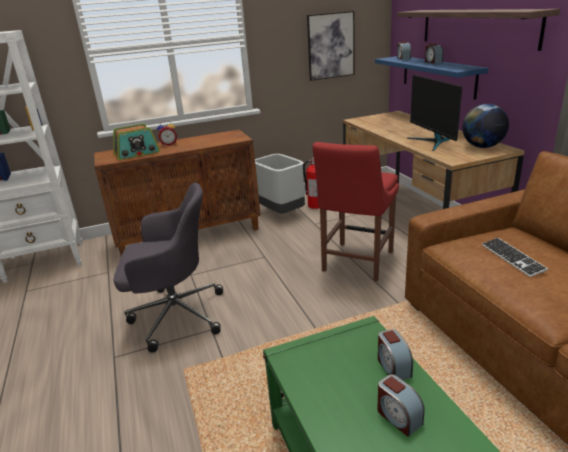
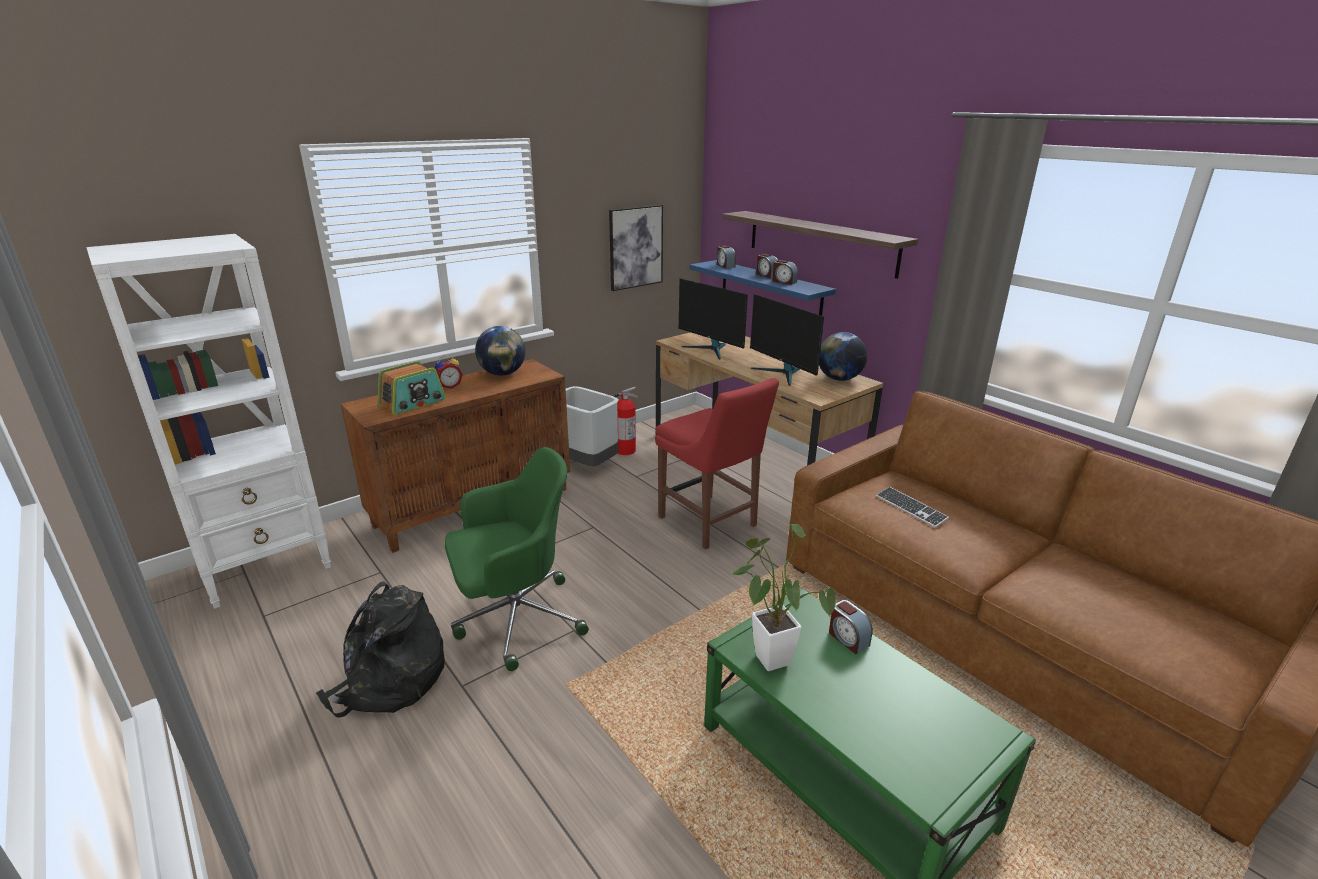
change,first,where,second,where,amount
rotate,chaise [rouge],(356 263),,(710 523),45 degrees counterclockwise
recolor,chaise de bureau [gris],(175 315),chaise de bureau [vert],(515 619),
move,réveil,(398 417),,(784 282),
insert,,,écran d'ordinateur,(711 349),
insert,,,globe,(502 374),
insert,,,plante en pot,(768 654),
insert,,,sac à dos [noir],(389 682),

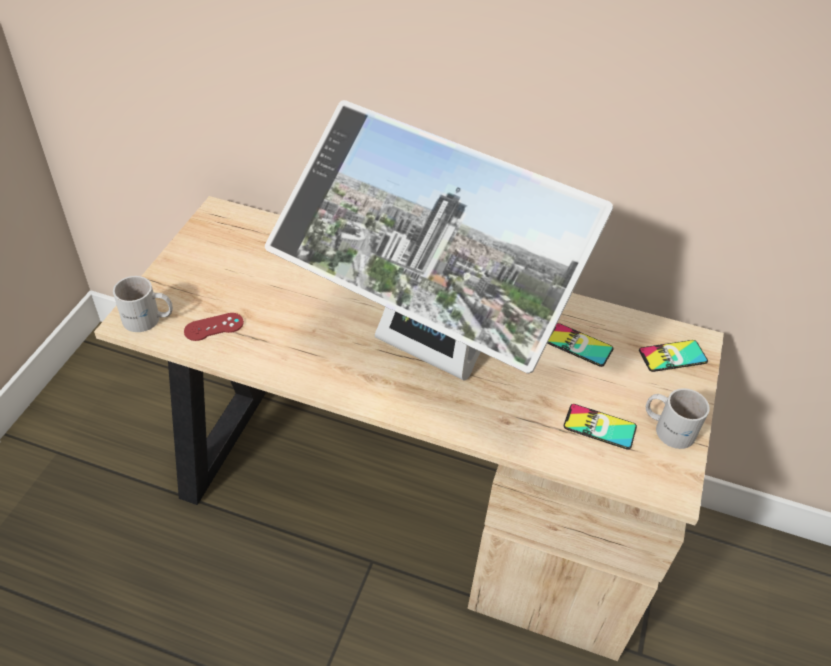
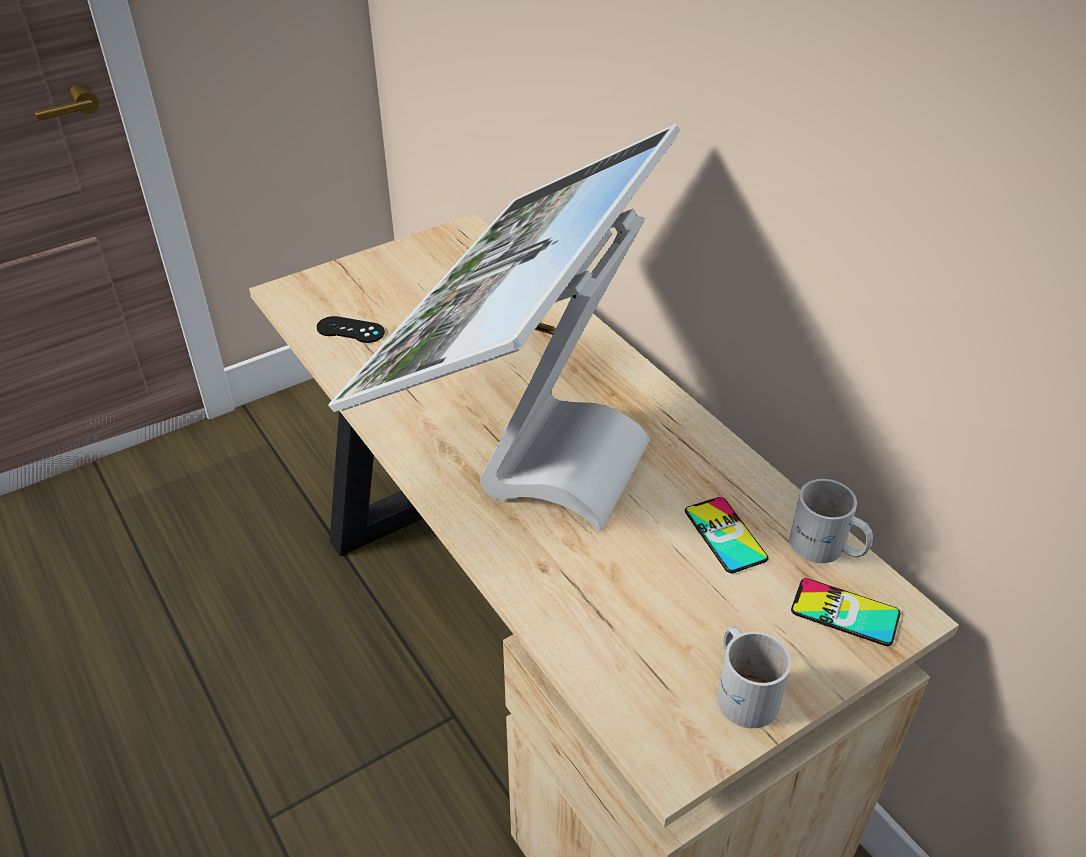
change,first,where,second,where,amount
rotate,écran d'ordinateur,(424 355),,(526 454),45 degrees clockwise
move,mug [blanc],(148 320),,(826 549),
recolor,manette [rouge],(214 327),manette [noir],(350 330),
delete,téléphone,(599 427),,,

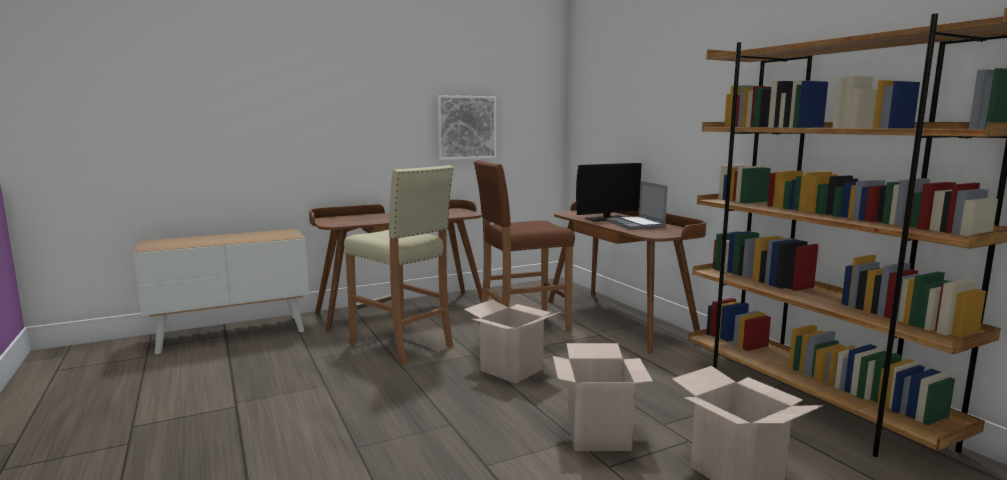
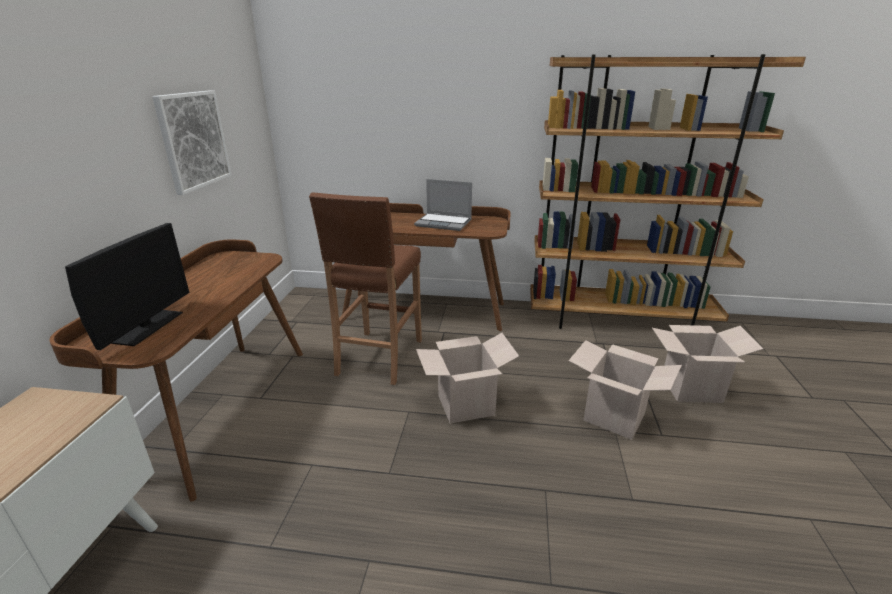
change,first,where,second,where,amount
move,écran d'ordinateur,(606 218),,(146 327),
delete,tabouret [beige],(402 345),,,

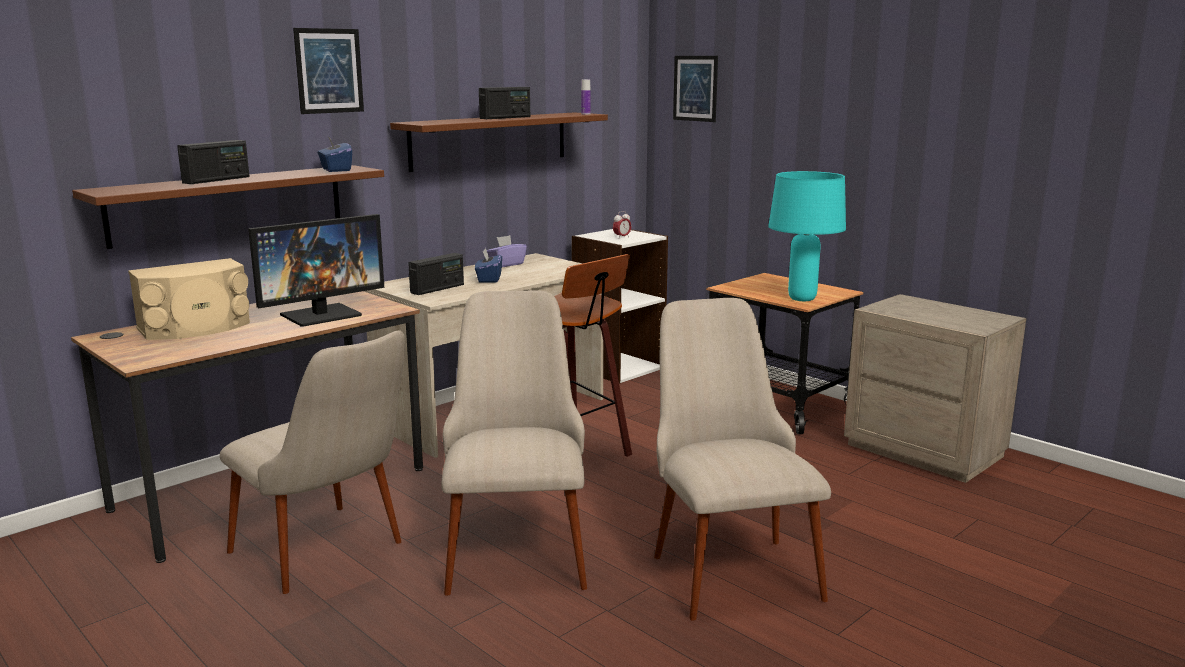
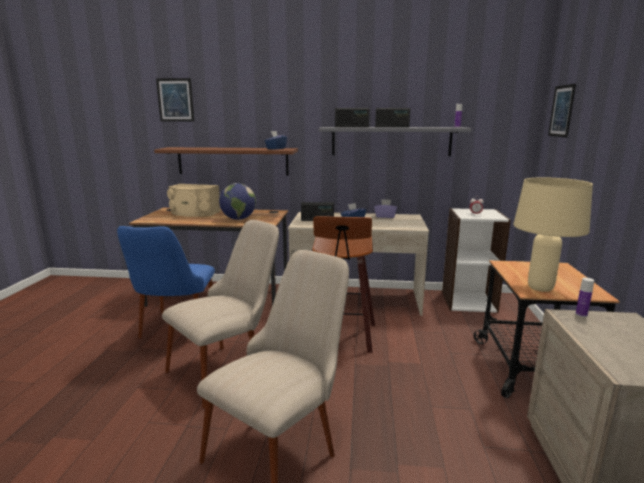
change,first,where,second,where,amount
move,tableau,(329 71),,(175 100),
recolor,étagère [marron],(490 140),étagère [gris],(391 141),
move,radio,(217 180),,(351 127),
recolor,lampe de table [turquoise],(801 299),lampe de table [beige],(539 288),
replace,écran d'ordinateur,(321 315),globe,(238 219),
recolor,chaise [beige],(331 557),chaise [bleu],(176 332),
insert,,,bouteille,(581 314),

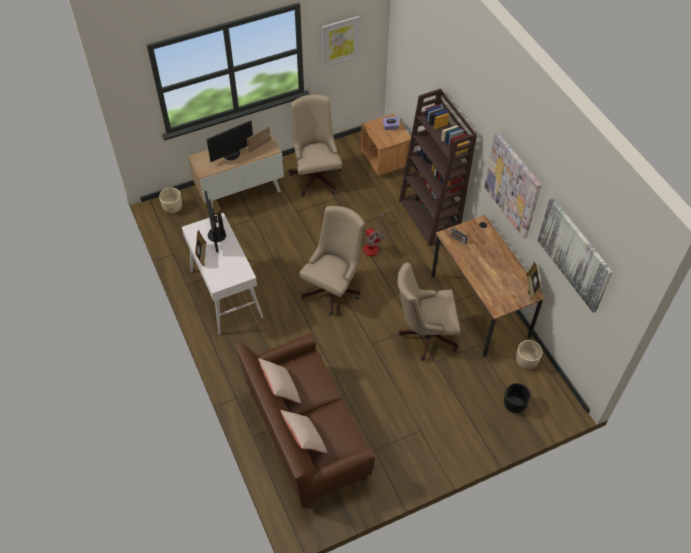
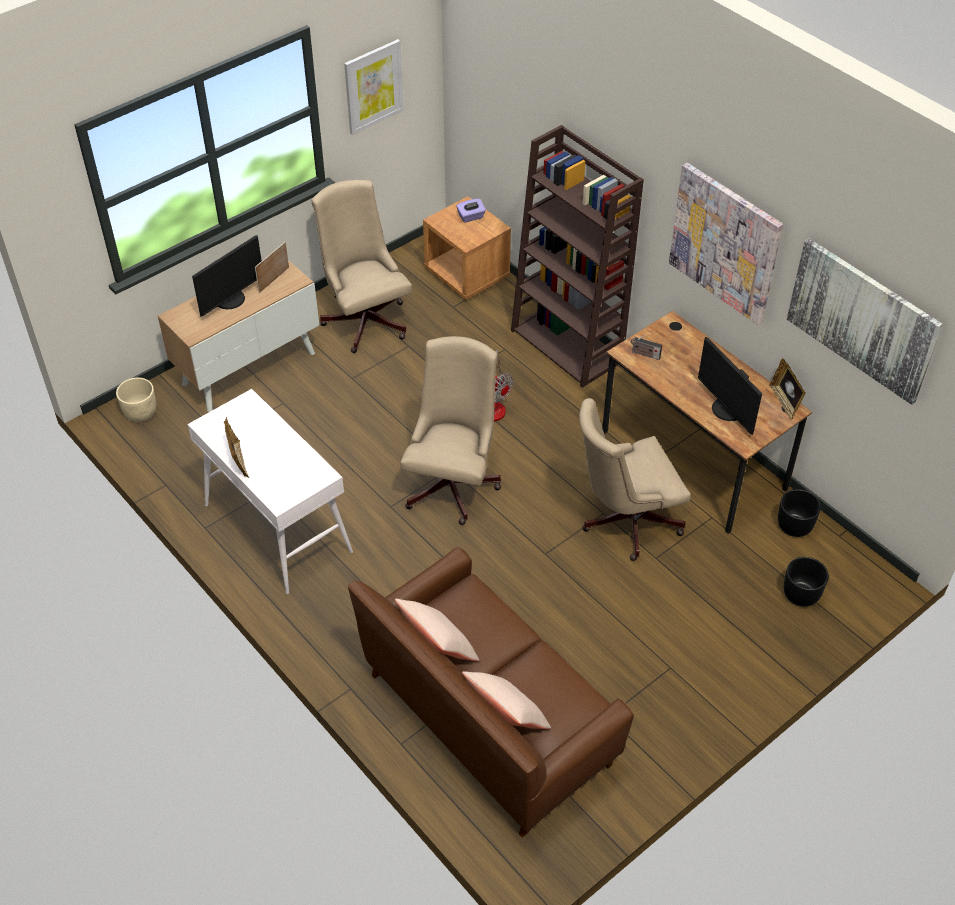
change,first,where,second,where,amount
move,écran d'ordinateur,(216 235),,(726 410),
recolor,cache-pot [beige],(526 361),cache-pot [noir],(795 526),

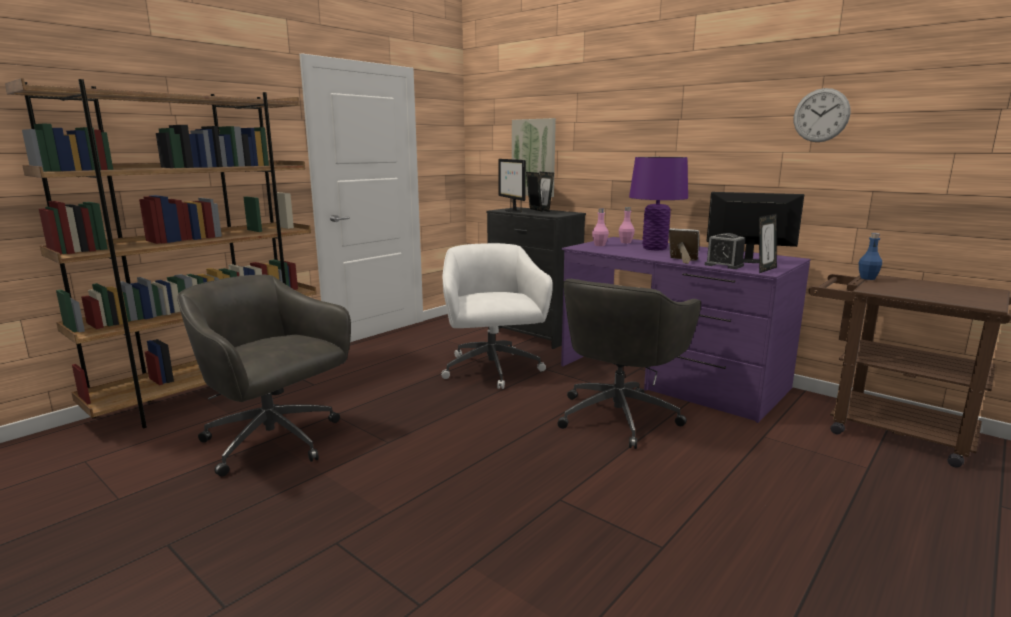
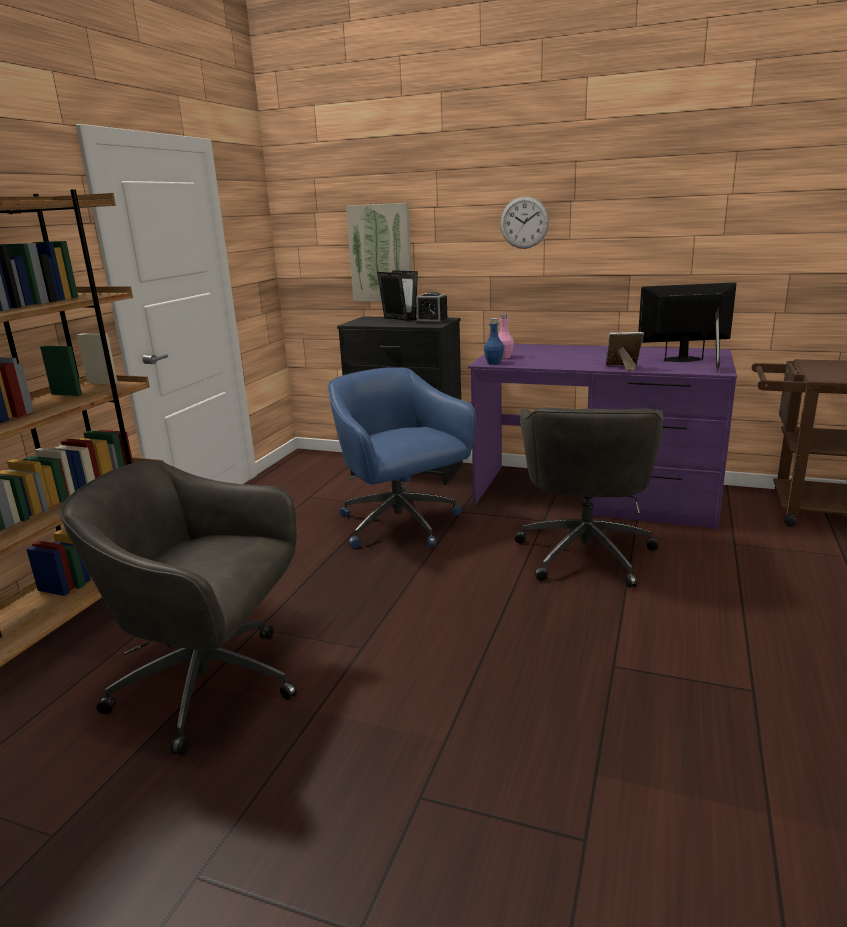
change,first,where,second,where,amount
move,horloge murale,(821 115),,(524 222),
delete,lampe de table [violet],(655 248),,,
delete,écran d'ordinateur,(512 211),,,
delete,bouteille [rose],(625 242),,,
move,réveil,(724 265),,(432 322),
move,bouteille [bleu],(867 278),,(494 363),
recolor,chaise de bureau [blanc],(492 370),chaise de bureau [bleu],(401 525),

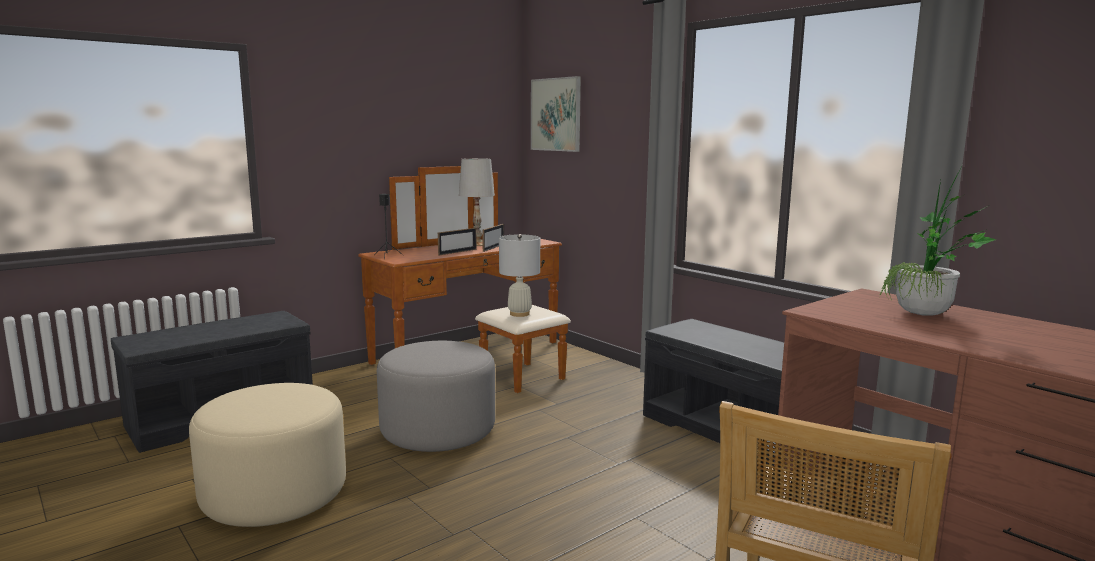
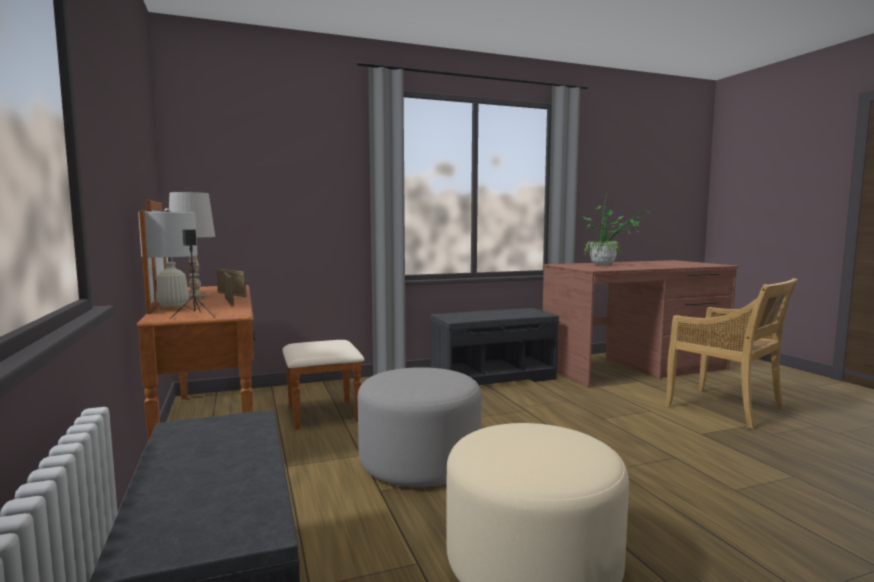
change,first,where,second,where,amount
delete,tableau,(556 114),,,
move,lampe de table [blanc],(519 314),,(173 308),

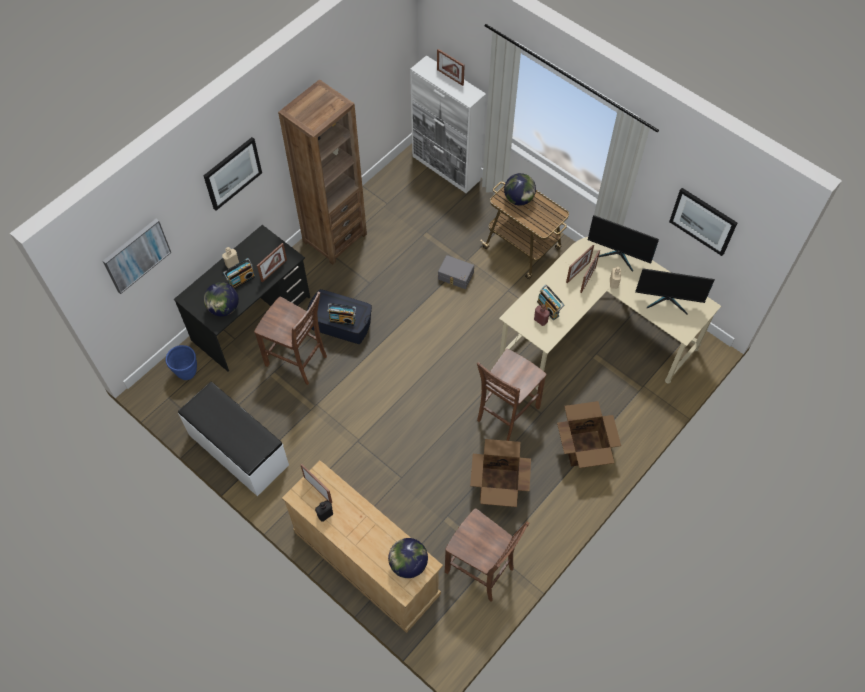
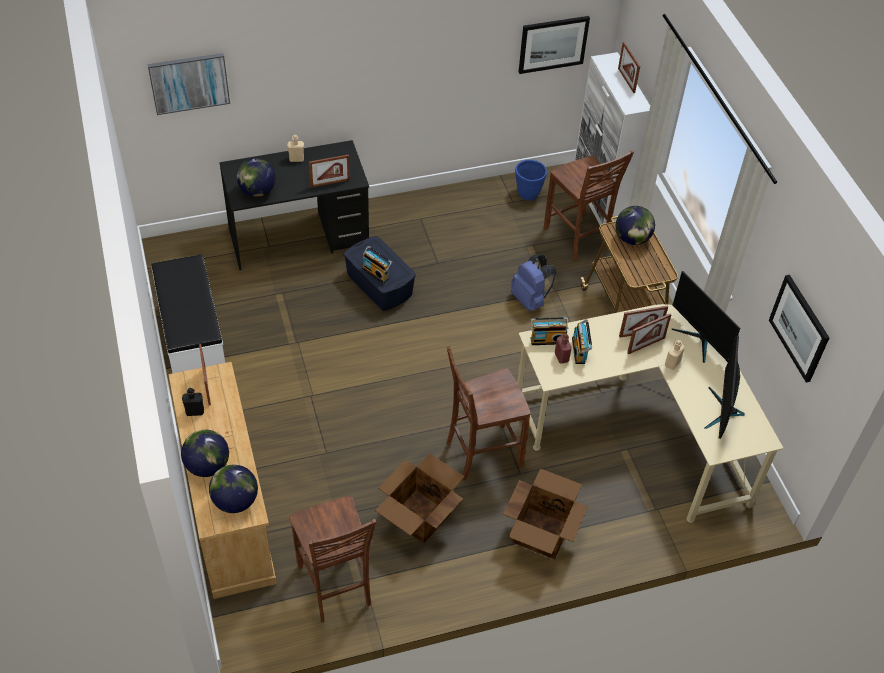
change,first,where,second,where,amount
delete,bibliothèque [marron],(334 238),,,
move,tableau,(232 173),,(553 44),
replace,boîte de rangement [gris],(455 276),sac à dos [bleu],(530 300),
move,radio,(241 280),,(547 339),
rotate,écran d'ordinateur,(668 300),,(722 411),60 degrees clockwise
move,chaise [marron],(297 361),,(577 239),
move,cache-pot [bleu],(187 372),,(528 194),
insert,,,globe,(207 466),

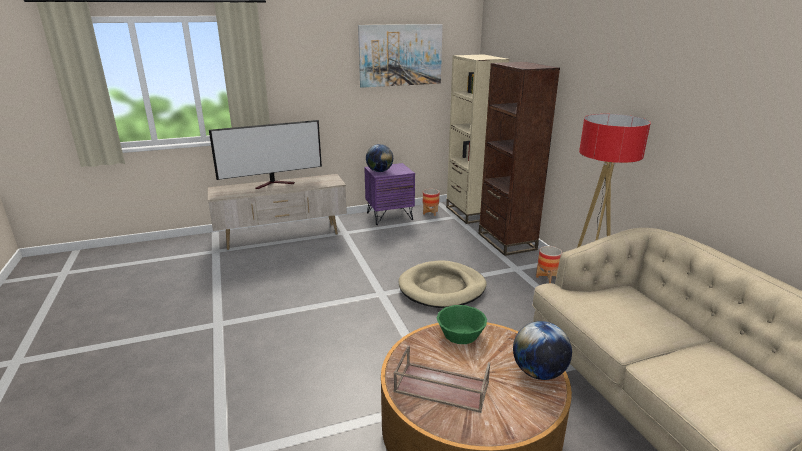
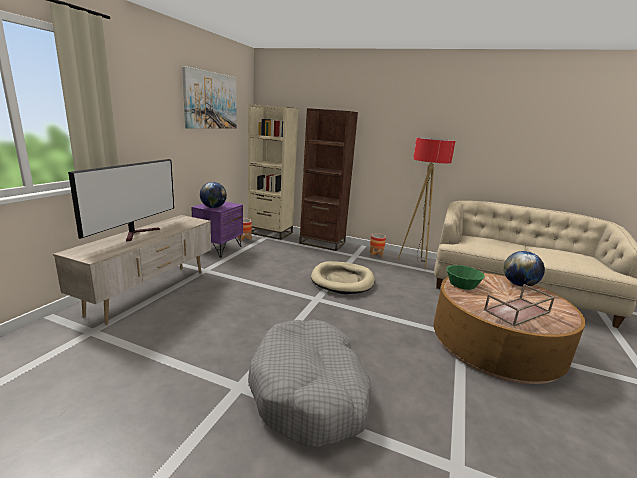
change,first,where,second,where,amount
insert,,,panier pour chien [gris],(310 391),

